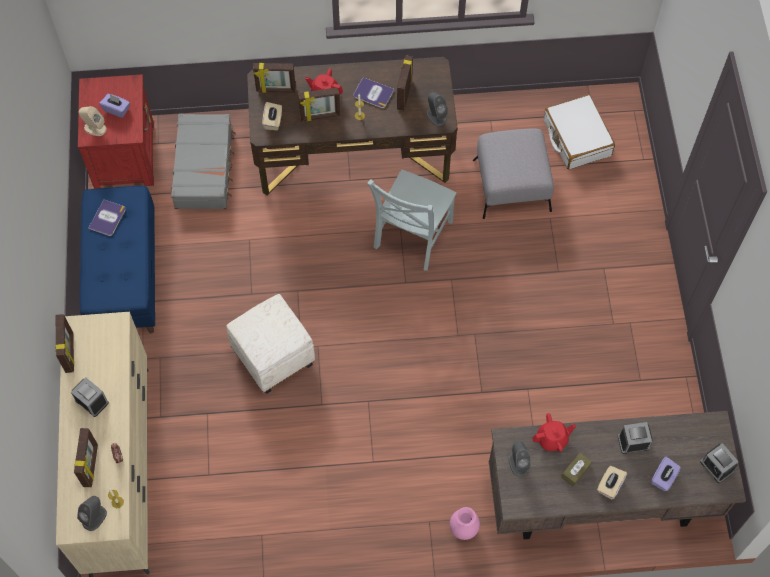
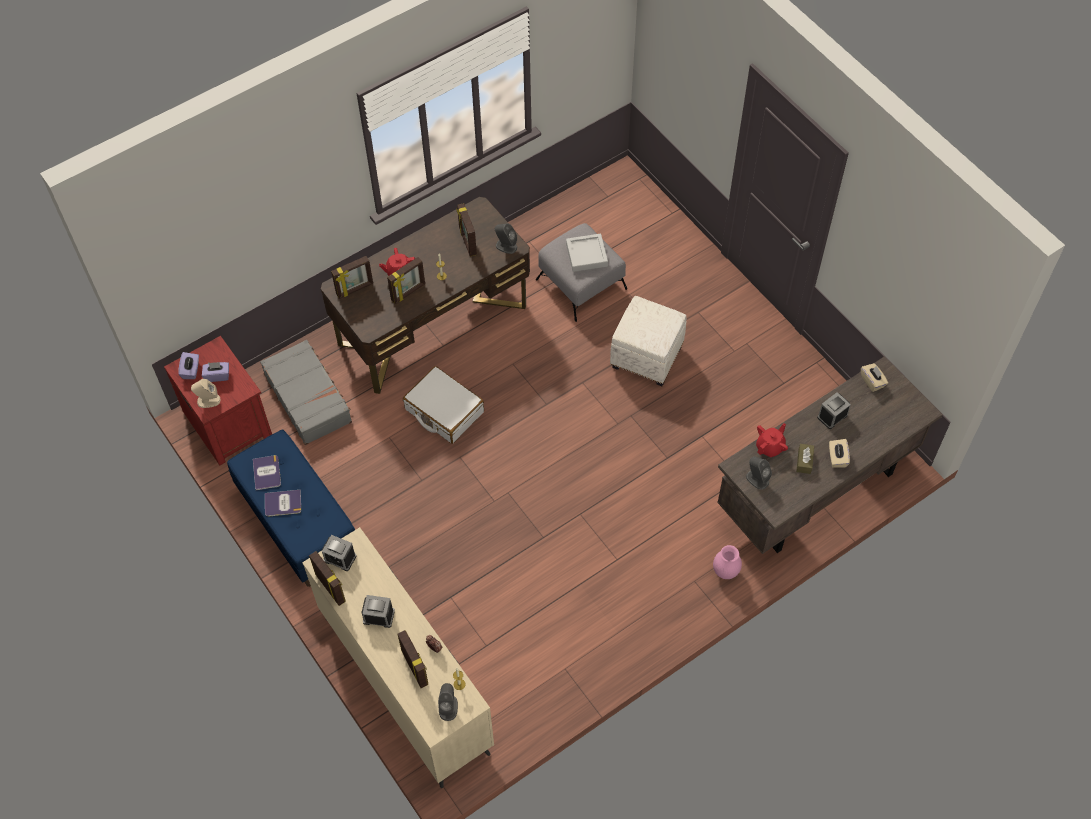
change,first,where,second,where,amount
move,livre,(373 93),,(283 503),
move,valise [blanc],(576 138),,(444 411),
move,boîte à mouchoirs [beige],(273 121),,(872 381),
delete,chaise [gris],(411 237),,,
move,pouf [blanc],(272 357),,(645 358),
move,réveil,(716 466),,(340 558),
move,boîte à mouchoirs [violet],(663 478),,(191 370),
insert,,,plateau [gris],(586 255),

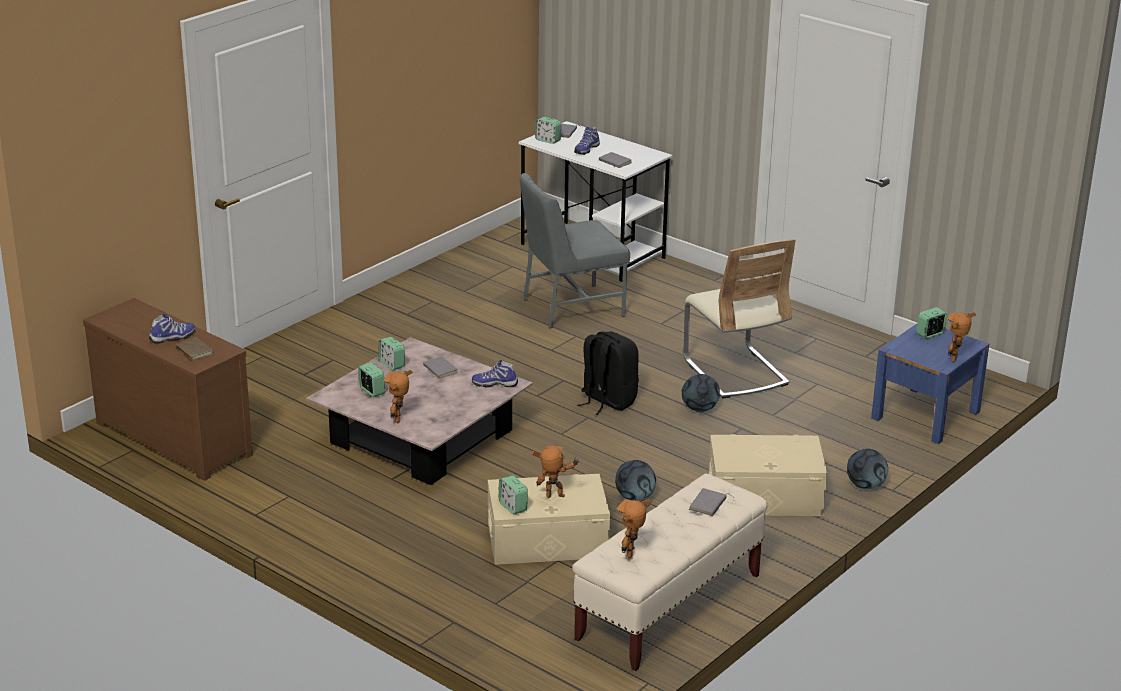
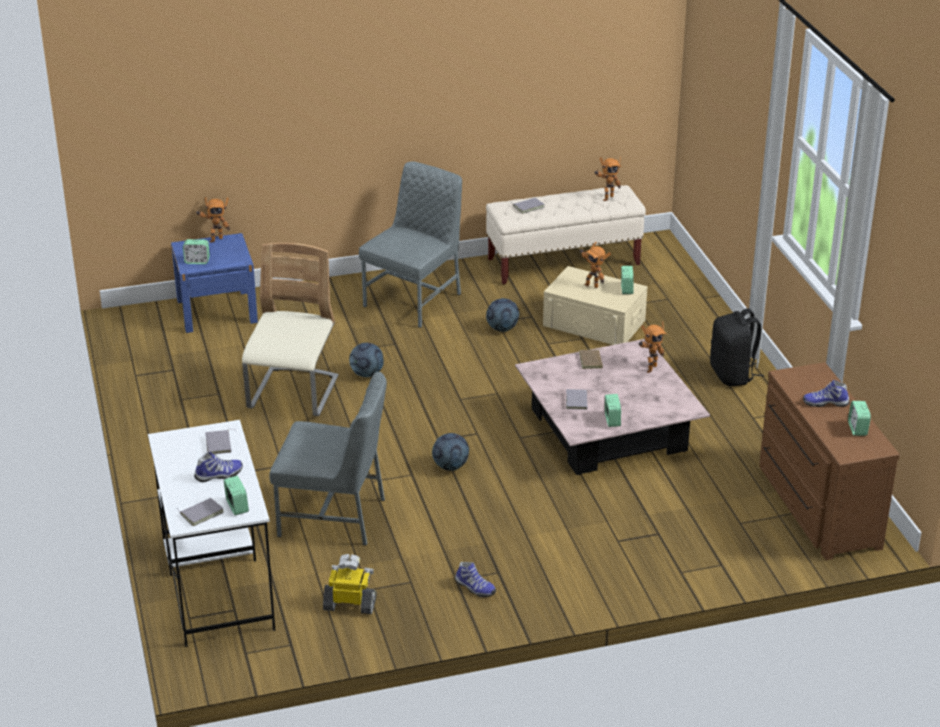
change,first,where,second,where,amount
move,sac à dos [noir],(607 401),,(733 375),
move,livre [marron],(193 351),,(592 361),
move,chaussure,(495 384),,(474 588),
move,réveil,(372 391),,(857 429),
replace,boîte de rangement [beige],(764 496),chaise [gris],(415 300),
move,ballon de foot,(865 486),,(451 466),
insert,,,robot jouet,(350 604),

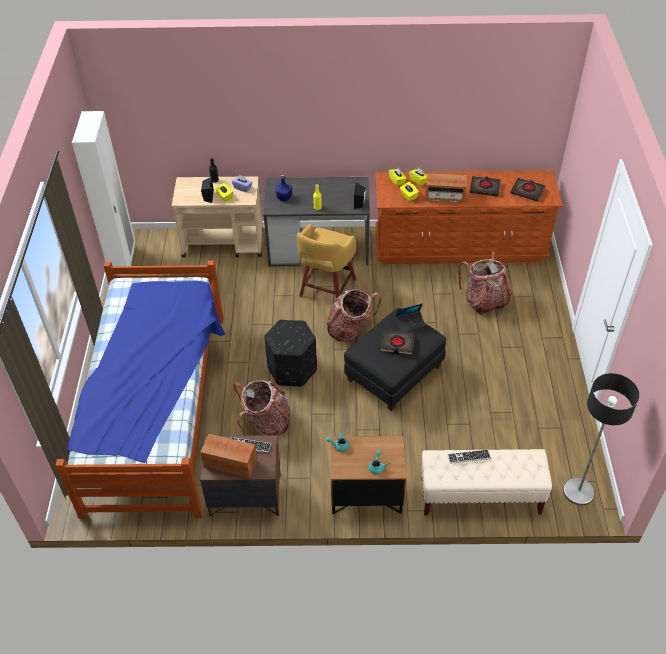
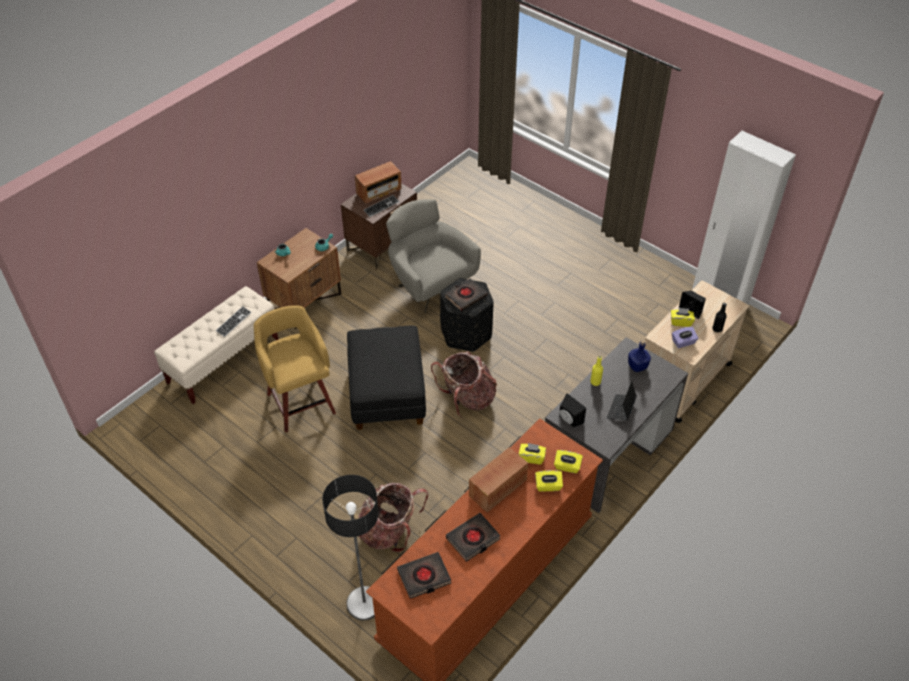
change,first,where,second,where,amount
move,tabouret [jaune],(326 289),,(300 401),
delete,lit,(159 409),,,
move,ordinateur portable,(410 323),,(621 409),
move,livre [noir],(397 344),,(465 296),
move,lampadaire,(578 492),,(364 603),
replace,sac à dos,(266 423),fauteuil [gris],(430 288),

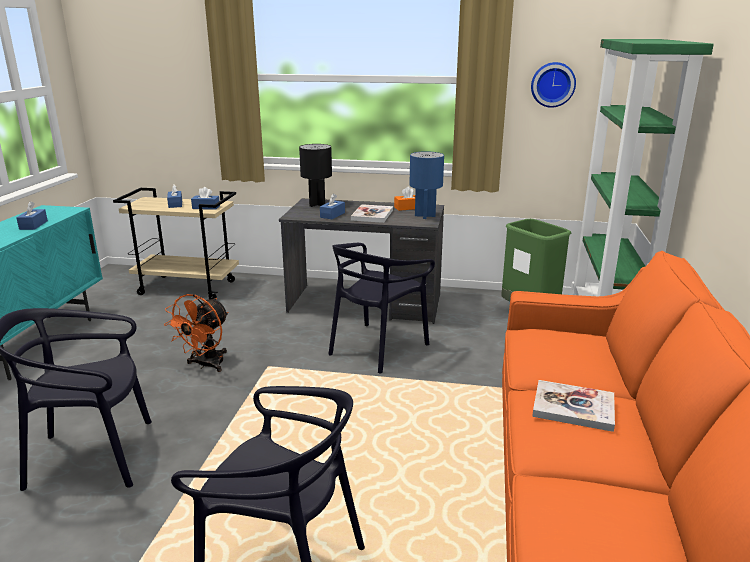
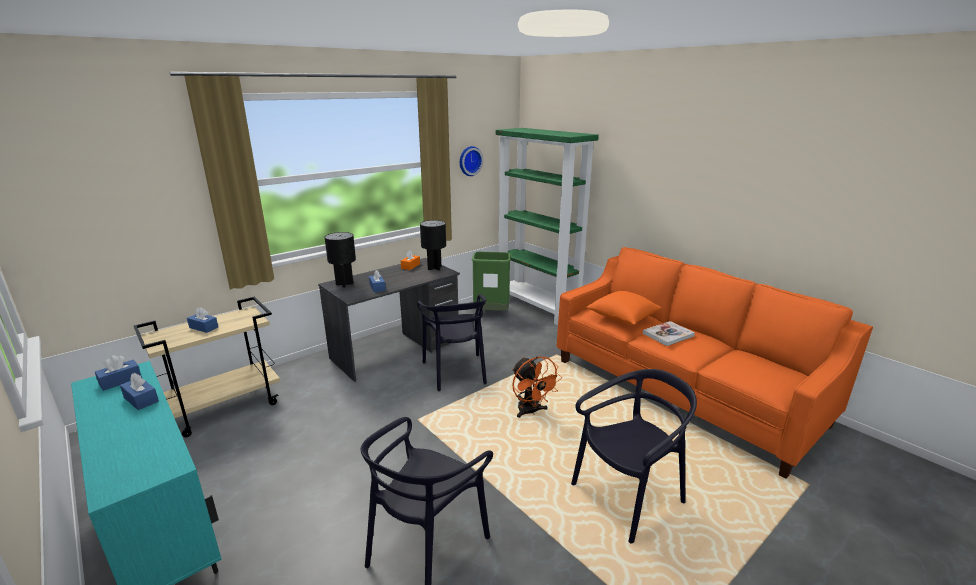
change,first,where,second,where,amount
recolor,lampe de table [bleu],(425 216),lampe de table [noir],(434 268),
move,boîte à mouchoirs [bleu],(206 207),,(120 380),
delete,livre,(372 215),,,
move,ventilateur [orange],(206 365),,(531 412),
insert,,,coussin [orange],(622 318),

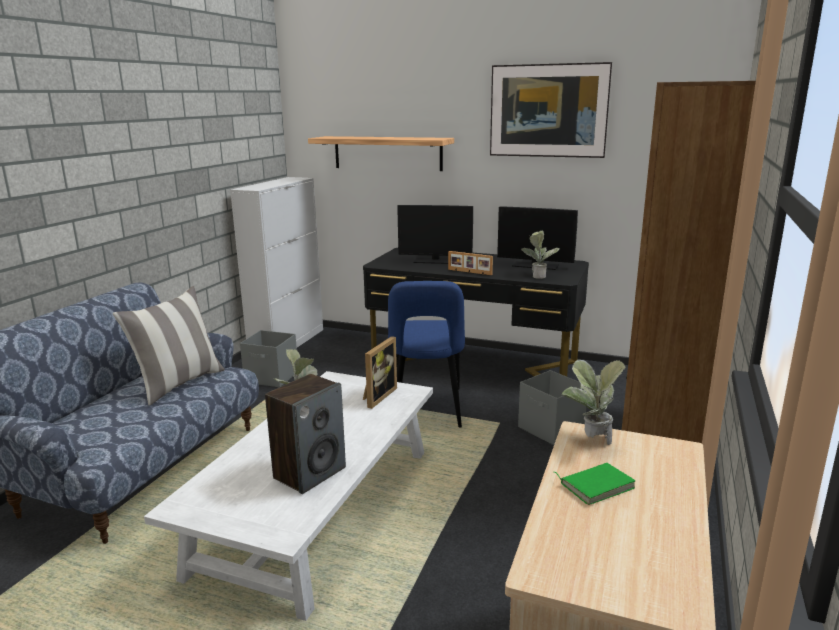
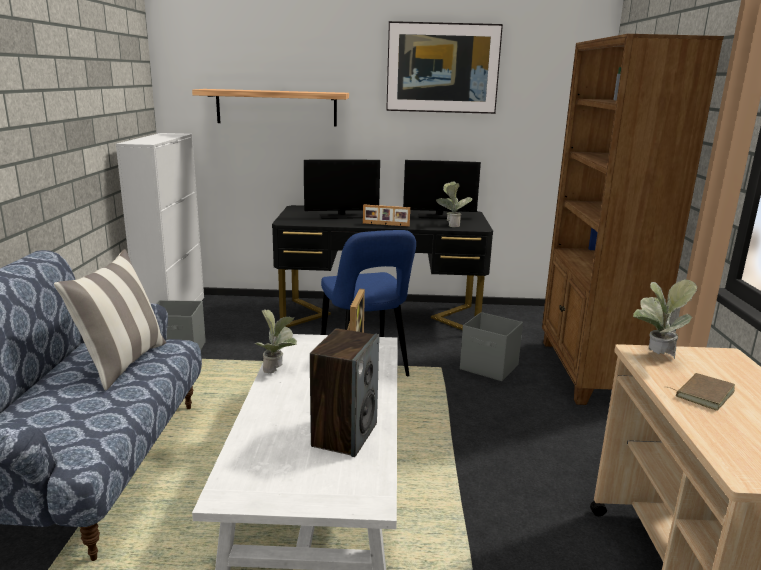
change,first,where,second,where,amount
recolor,livre [vert],(596 485),livre [marron],(702 393),

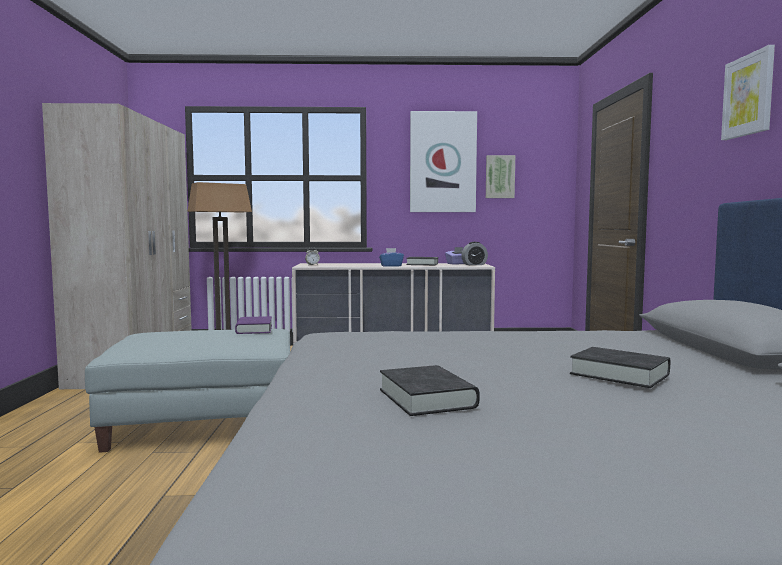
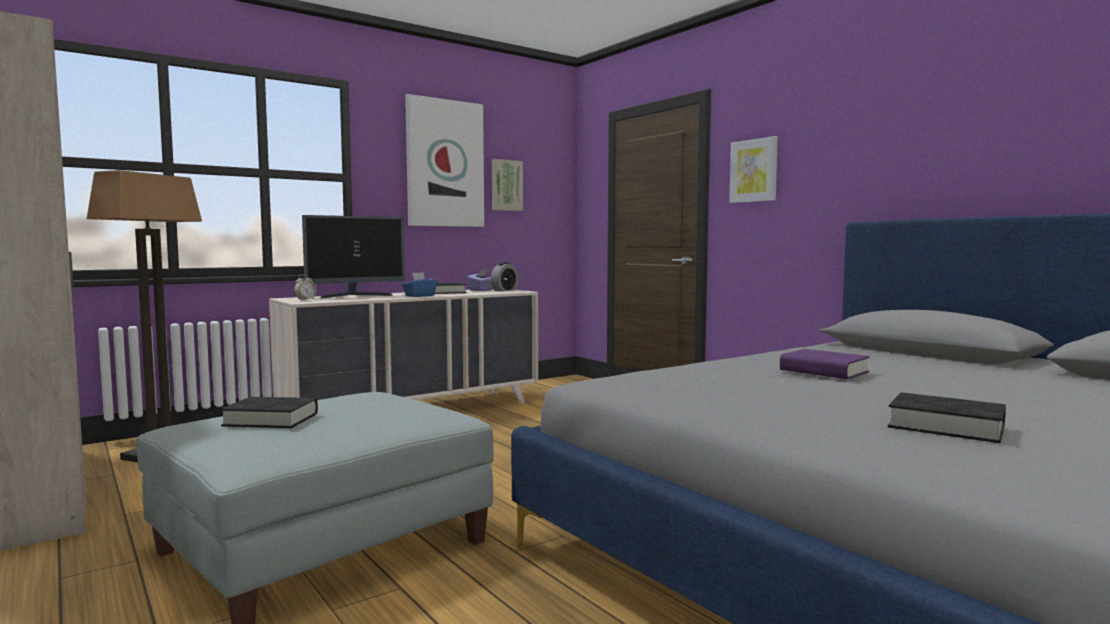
change,first,where,second,where,amount
move,tableau,(749 95),,(754 170),
move,livre [violet],(254 329),,(823 371),
move,livre [noir],(619 374),,(271 419),
insert,,,écran d'ordinateur,(355 296),

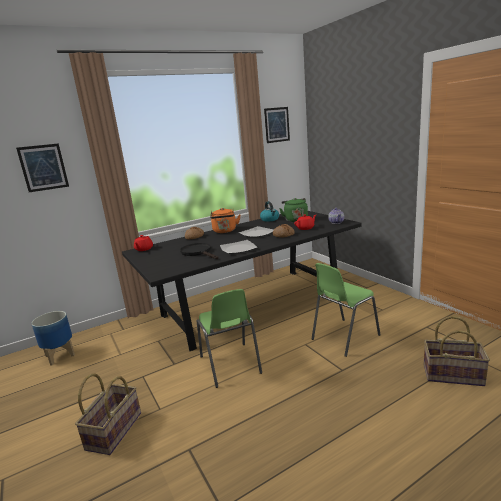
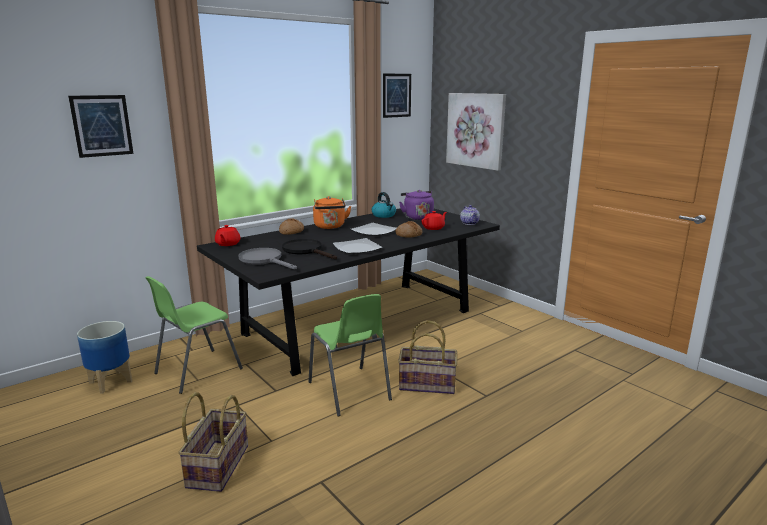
change,first,where,second,where,amount
recolor,bouilloire [vert],(295 220),bouilloire [violet],(417 217),
move,chaise [vert],(344 337),,(197 371),
move,panier,(453 374),,(427 384),
insert,,,tableau,(476 130),
insert,,,poêle [gris],(264 260),

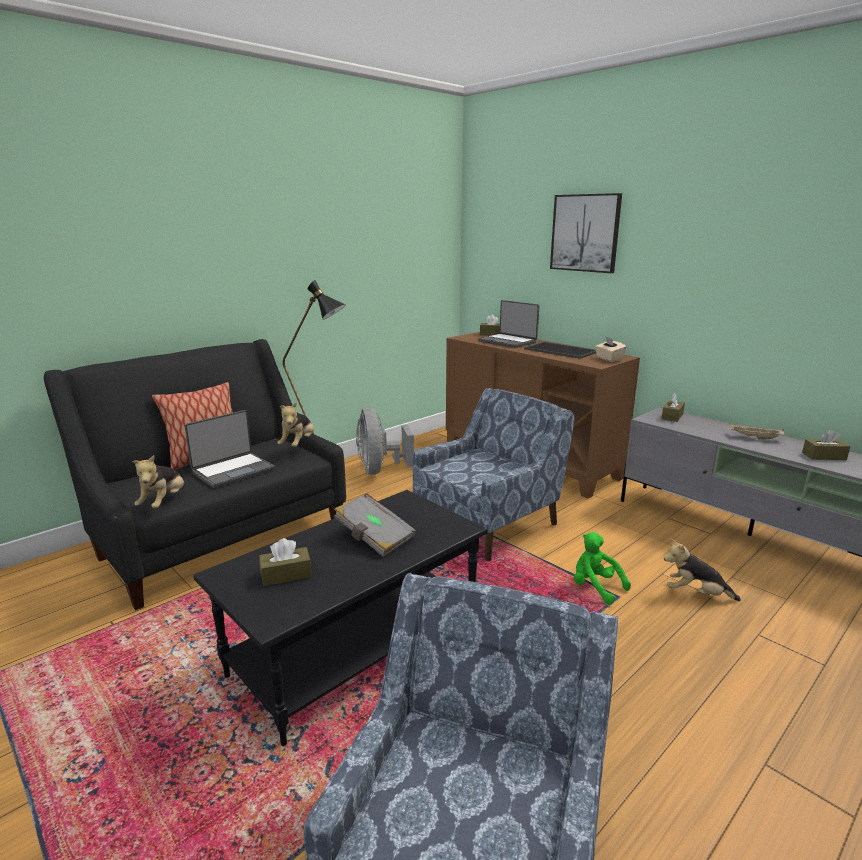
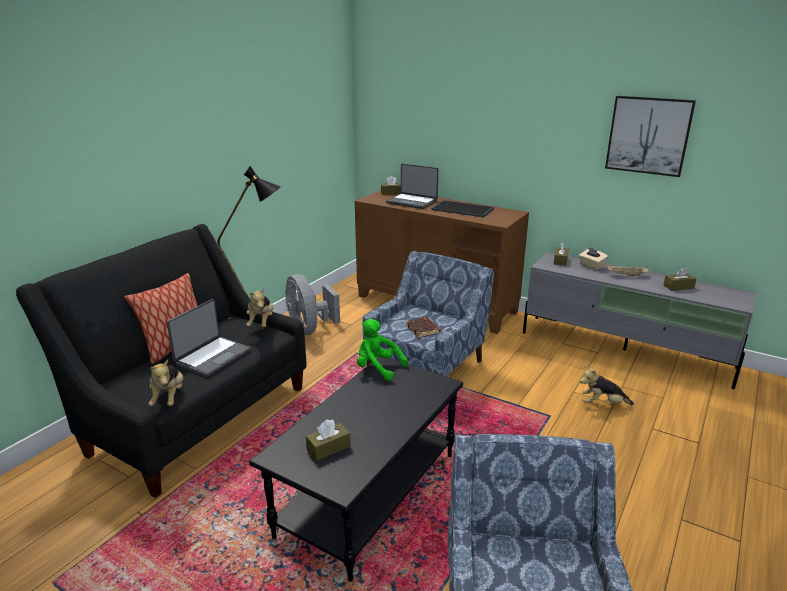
change,first,where,second,where,amount
move,tableau,(585 233),,(648 135),
move,boîte à mouchoirs [beige],(609 359),,(591 266),
delete,livre [gris],(374 537),,,
move,peluche [vert],(595 587),,(377 368),
insert,,,livre [marron],(423 329),

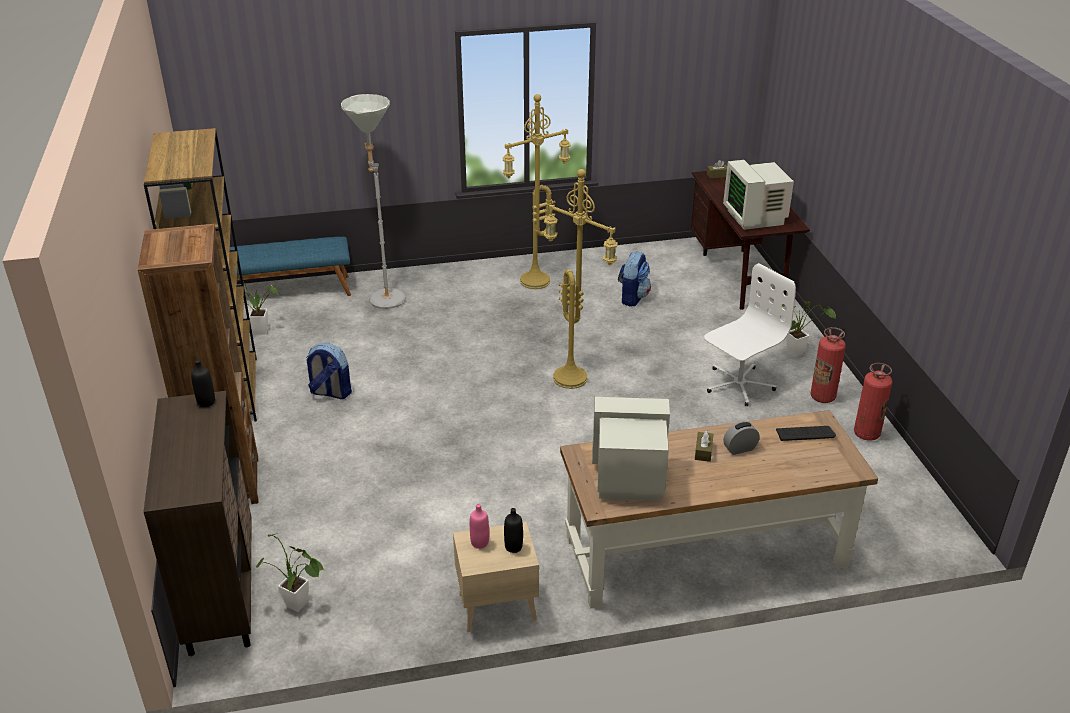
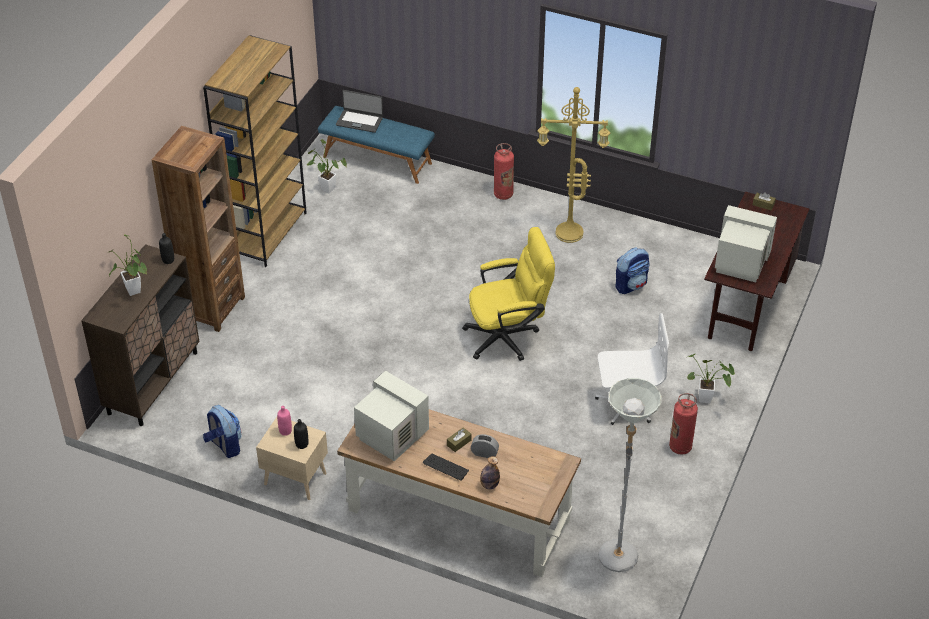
change,first,where,second,where,amount
move,lampadaire [gris],(384 296),,(618 549),
rotate,écran d'ordinateur,(755 217),,(740 264),90 degrees clockwise
replace,lampadaire [jaune],(572 378),chaise de bureau [jaune],(508 336),
move,sac à dos,(330 392),,(224 446),
move,extincteur,(866 434),,(503 194),
move,clavier,(805 434),,(446 467),
move,plante en pot,(300 607),,(134 293),
insert,,,ordinateur portable,(359 121),
insert,,,bouteille,(489 485),

